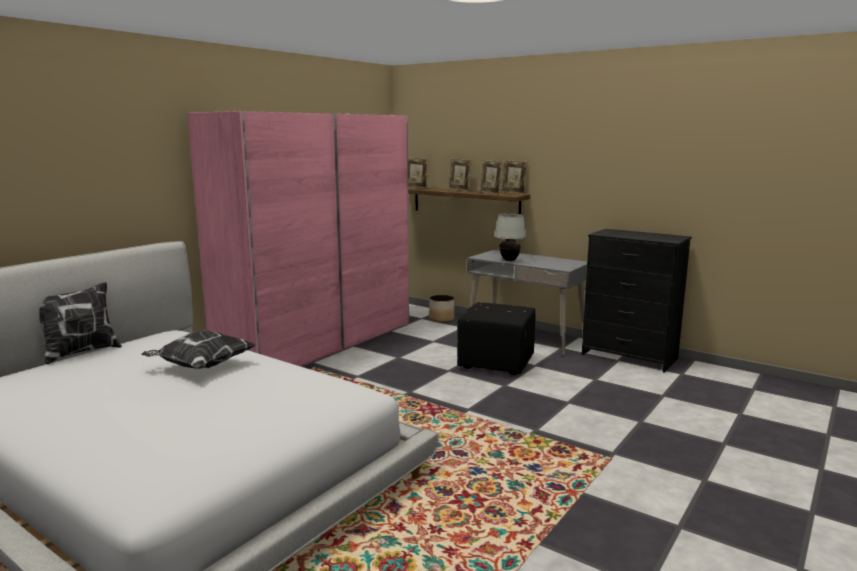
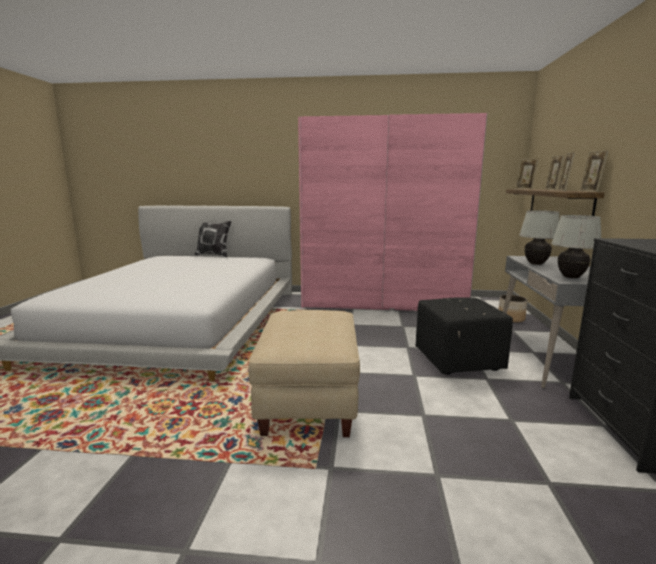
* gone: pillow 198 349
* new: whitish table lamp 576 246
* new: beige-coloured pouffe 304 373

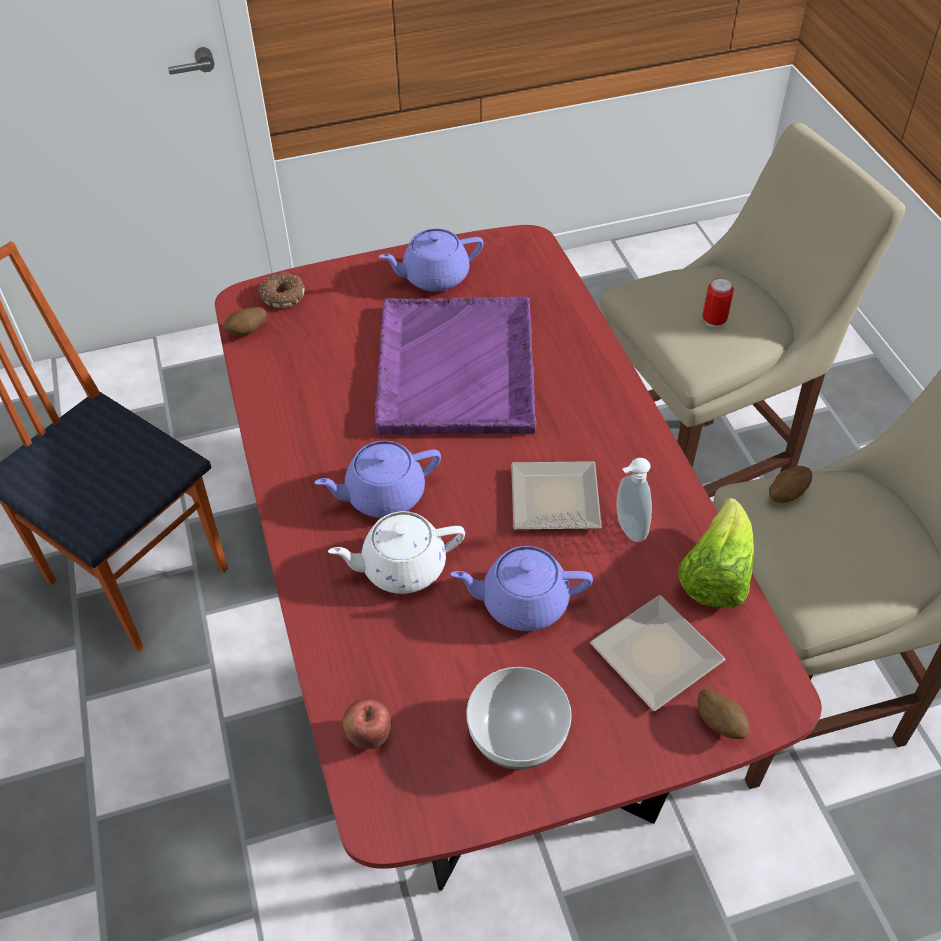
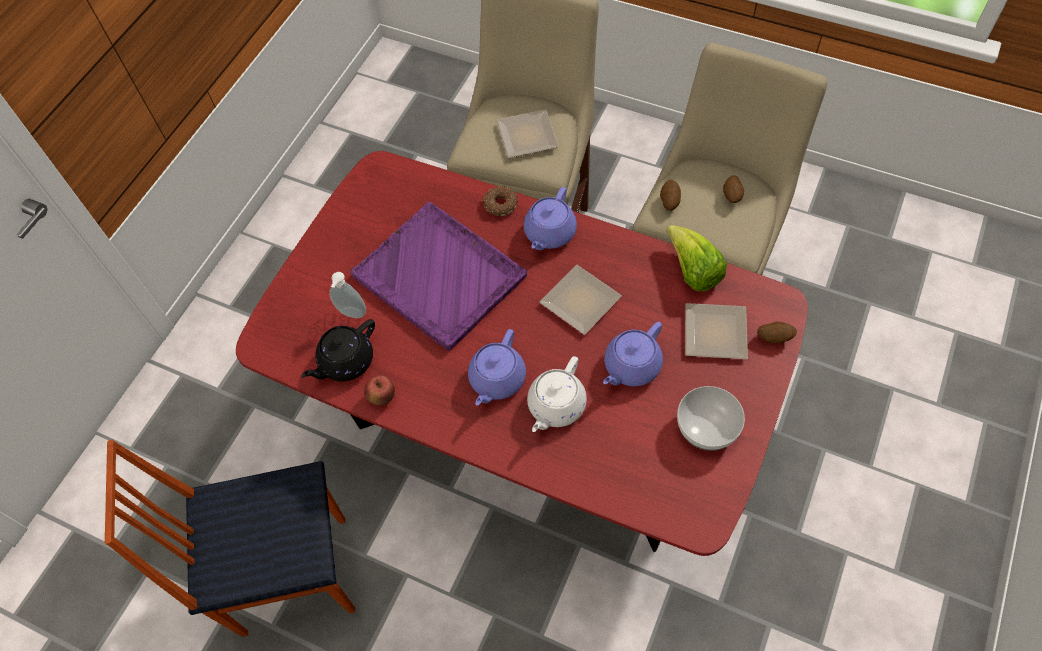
* shifted: purple-coloured teapot 431 260 to 550 218
* shifted: ring doughnut 281 290 to 500 201
* swapped: can 718 302 to dinner plate 527 133
* shifted: spud 245 321 to 733 189
* shifted: liquid soap bottle 634 500 to 347 295
* shifted: apple fruit 367 724 to 379 390
* new: blackish teapot 338 350

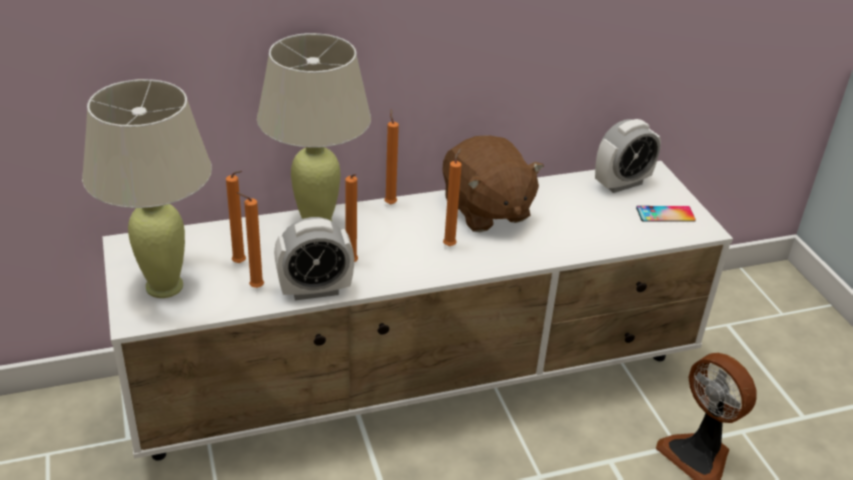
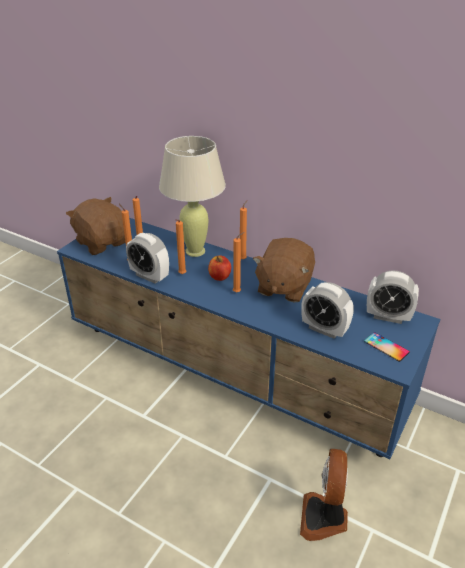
* swapped: beige-coloured table lamp 147 188 to brownish soft toy 95 226
* repainted: whitish media console 417 311 to bluish media console 249 338
* new: apple fruit 219 268
* new: table clock 327 310

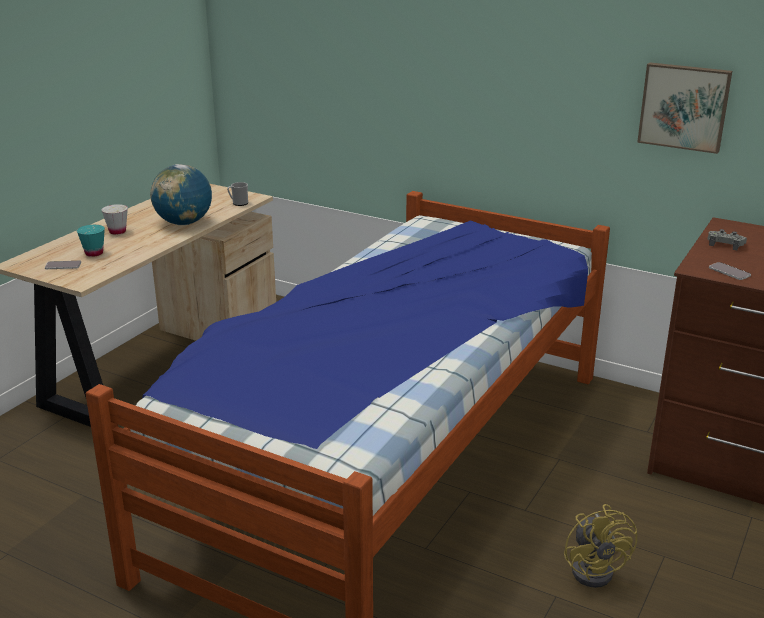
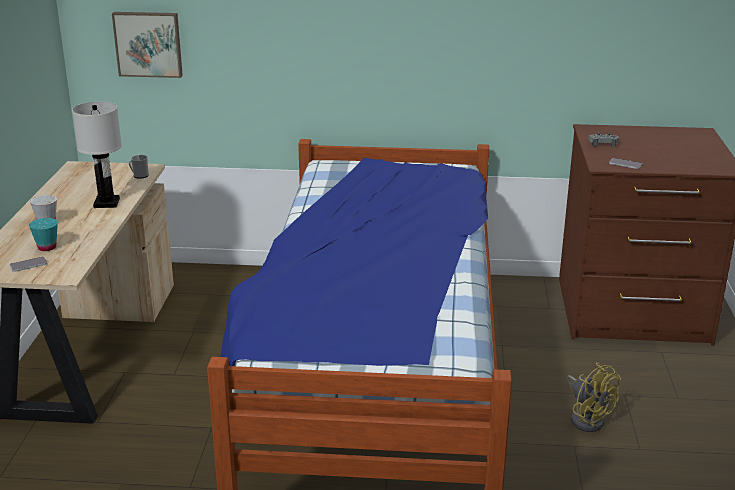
* shifted: picture 684 108 to 147 45
* swapped: desk globe 181 194 to whitish table lamp 97 154

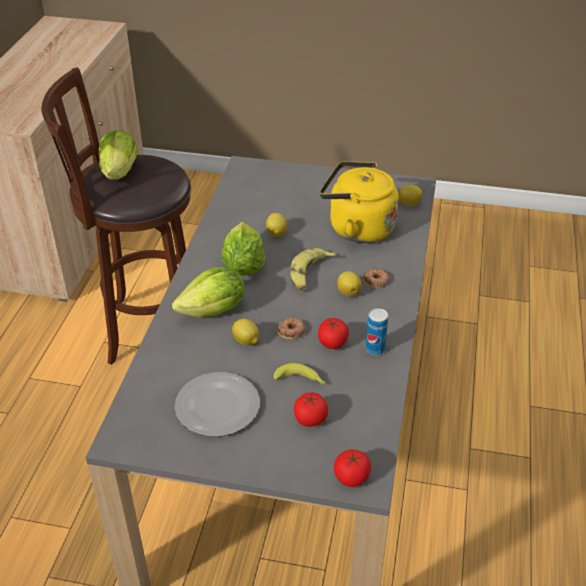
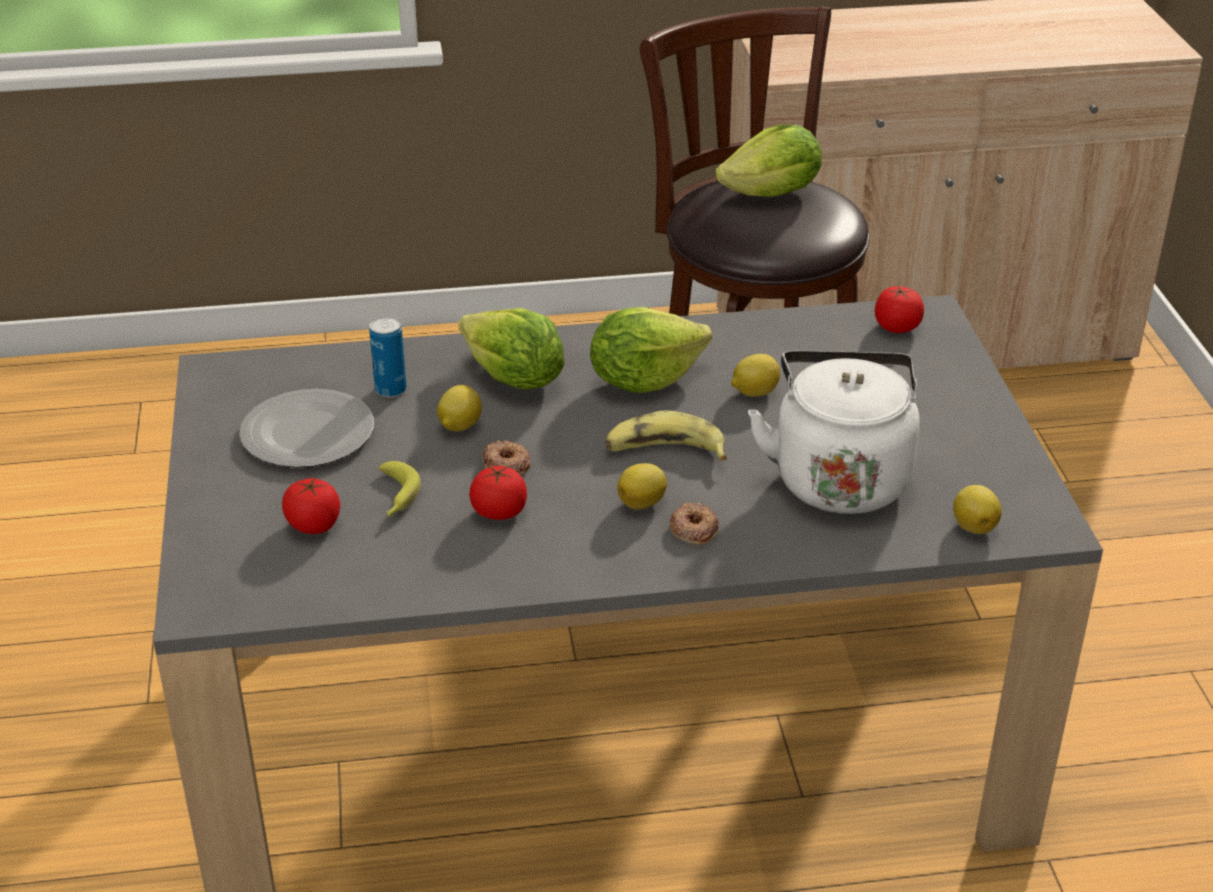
* repainted: yellow tea kettle 359 202 to whitish tea kettle 834 432
* shifted: can 377 331 to 388 356
* shifted: whole tomato 352 468 to 899 309

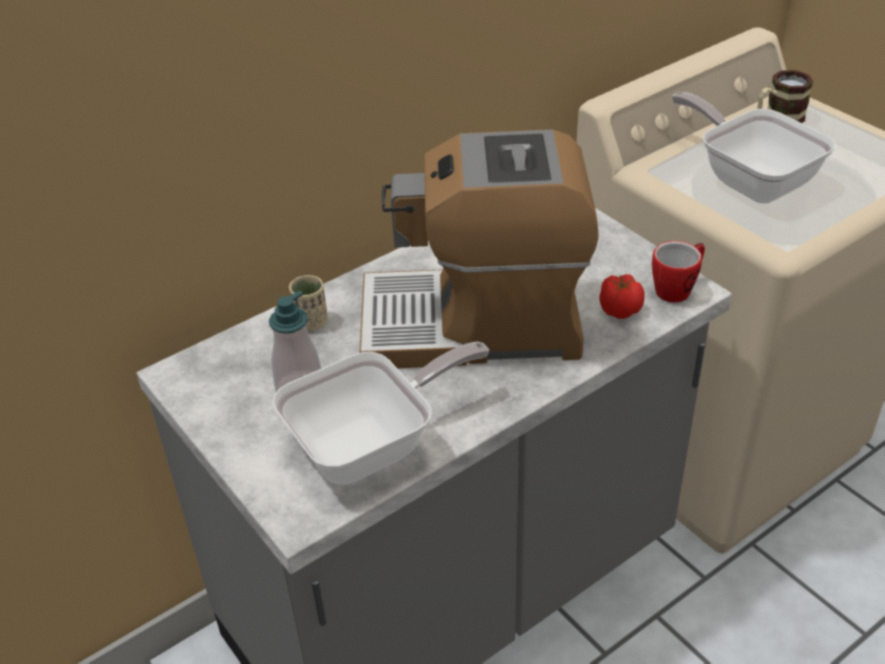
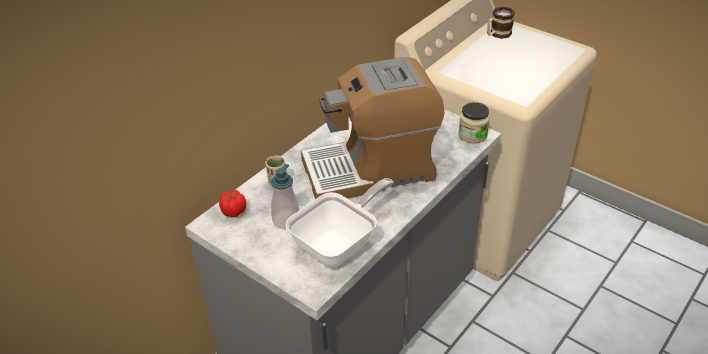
* gone: frying pan 753 147
* swapped: tea mug 678 272 to preserve jar 474 122
* shifted: whole tomato 622 296 to 232 203

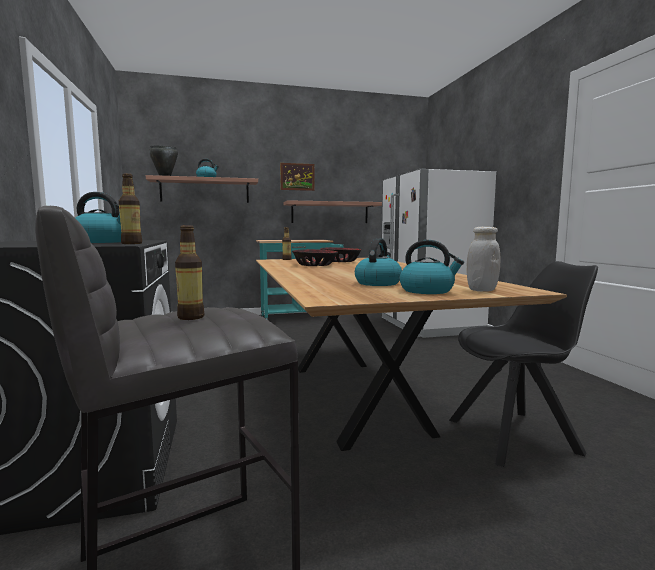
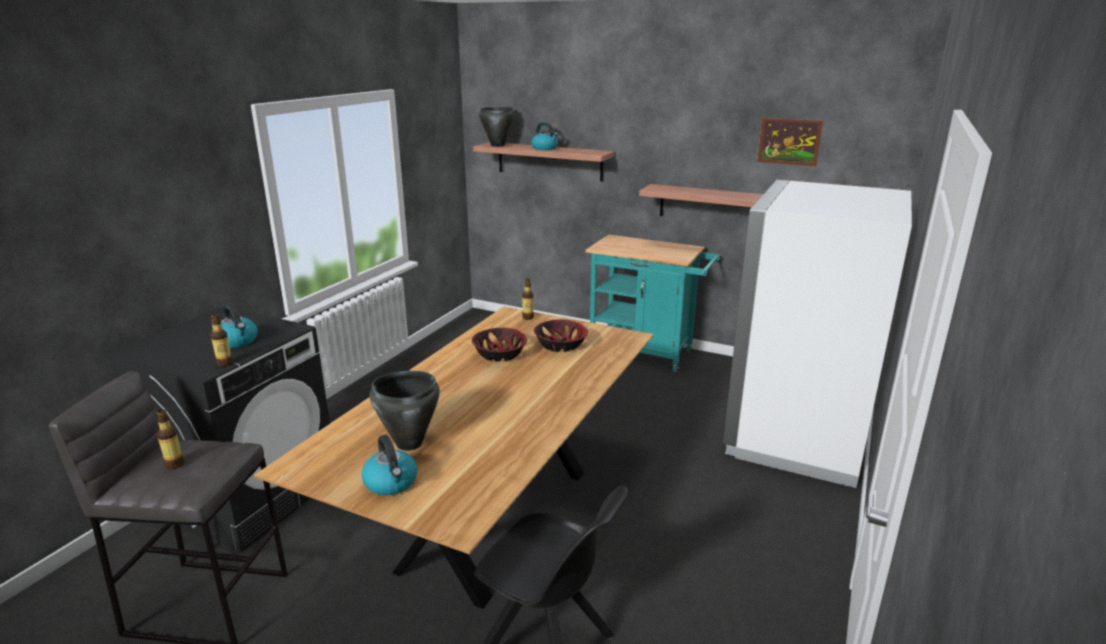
* shifted: picture 297 177 to 790 142
* gone: whitish preserve jar 483 259
* swapped: tea kettle 378 262 to blackish cooking pot 405 411

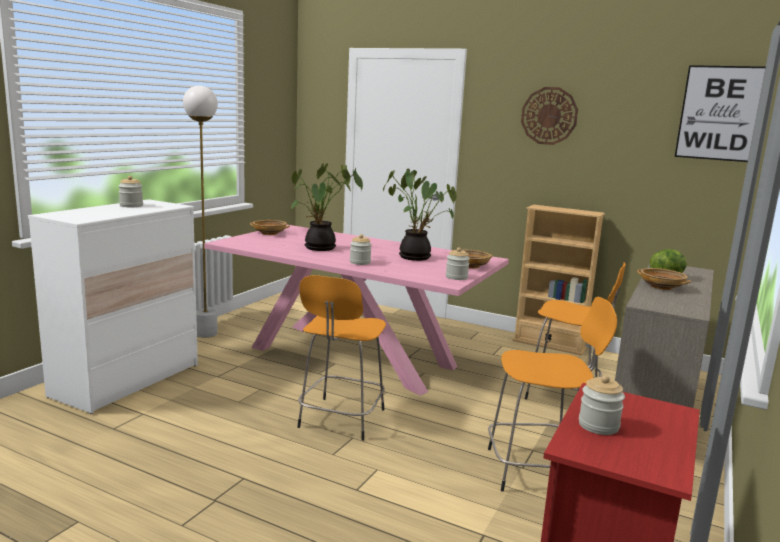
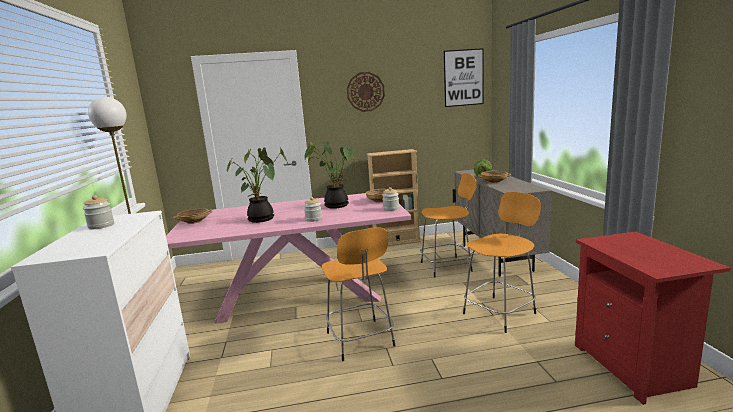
* gone: preserve jar 602 405

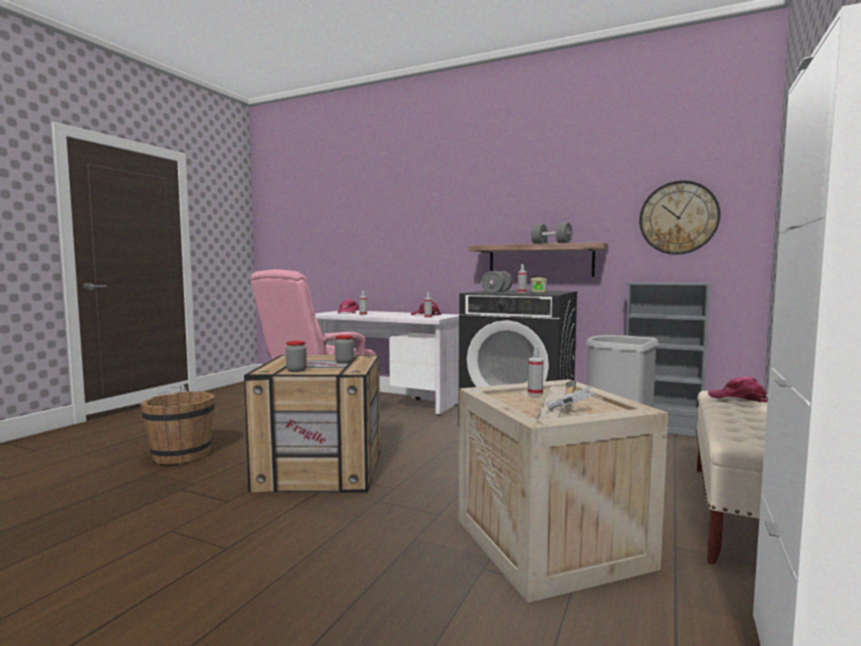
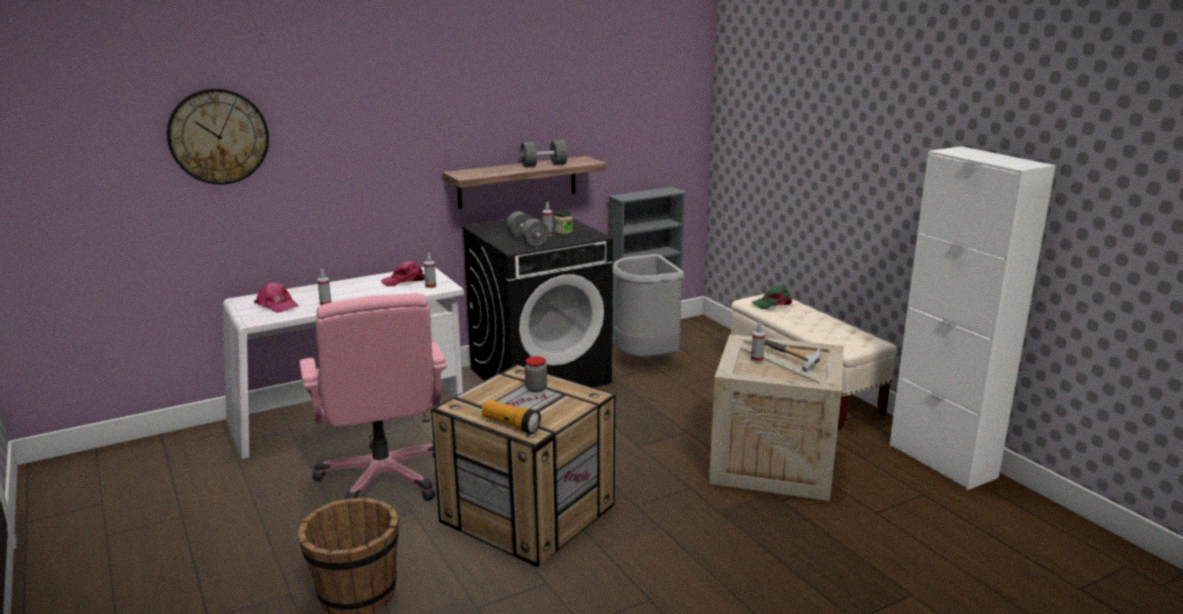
* shifted: wall clock 679 217 to 218 136
* gone: preserve jar 296 356
* repainted: pinkish cap 738 390 to green-coloured cap 772 297
* new: torch 511 416

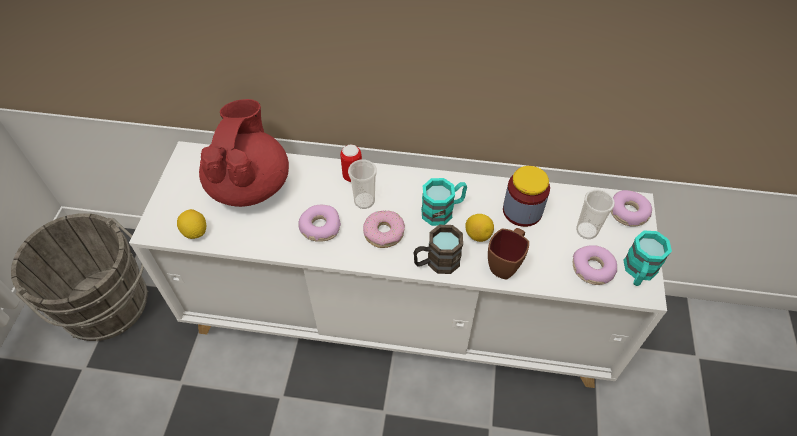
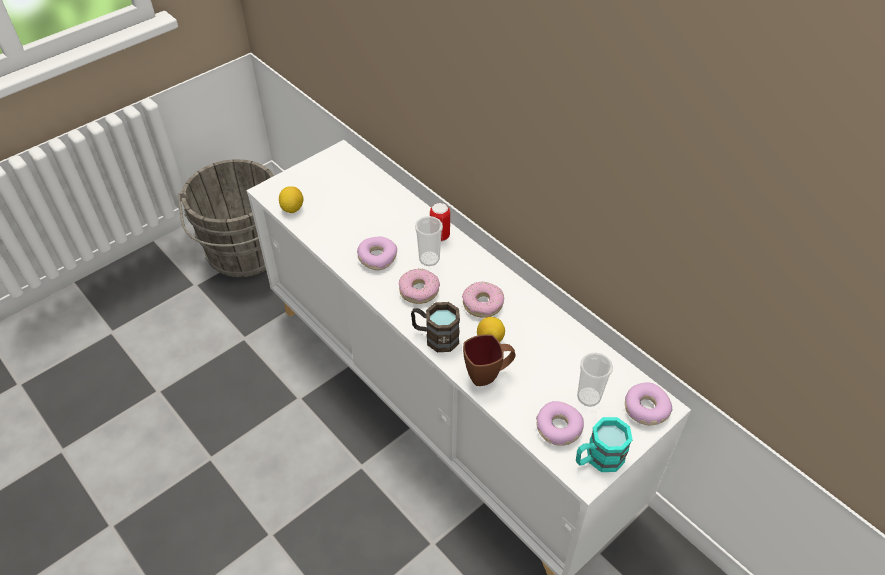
* gone: red-coloured teapot 244 153
* gone: preserve jar 526 196
* swapped: turquoise-coloured tea mug 444 202 to ring doughnut 483 300

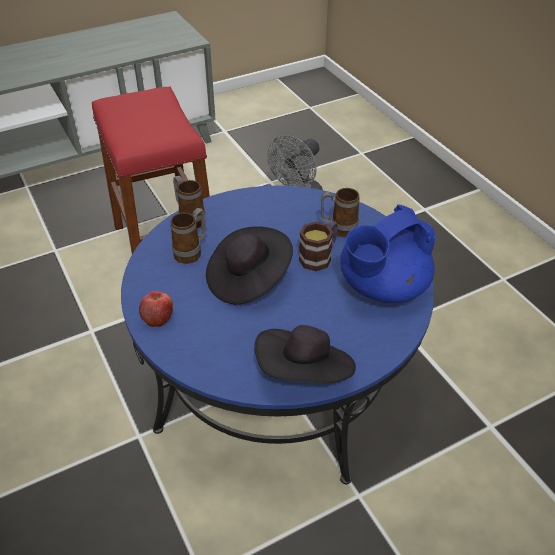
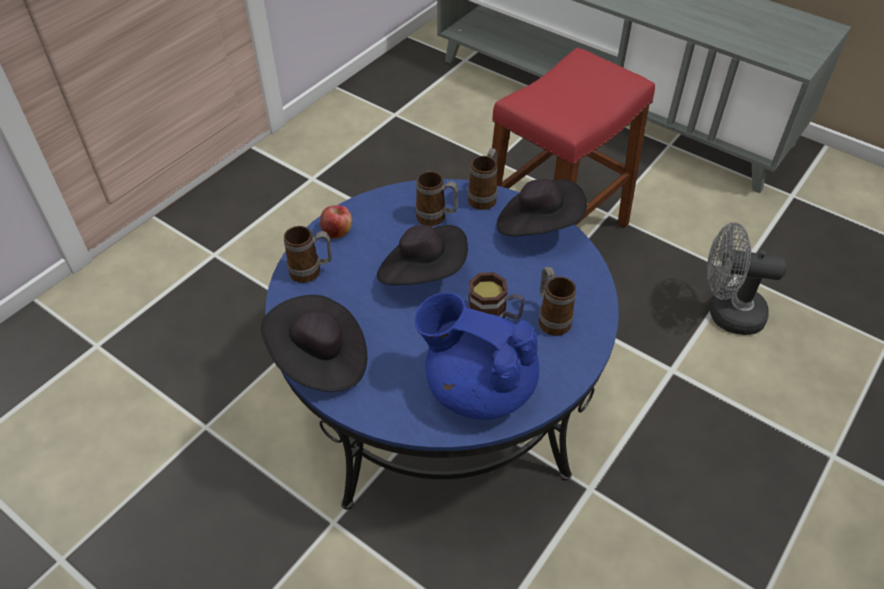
* new: blackish wearable hat 542 208
* new: tea mug 308 254

